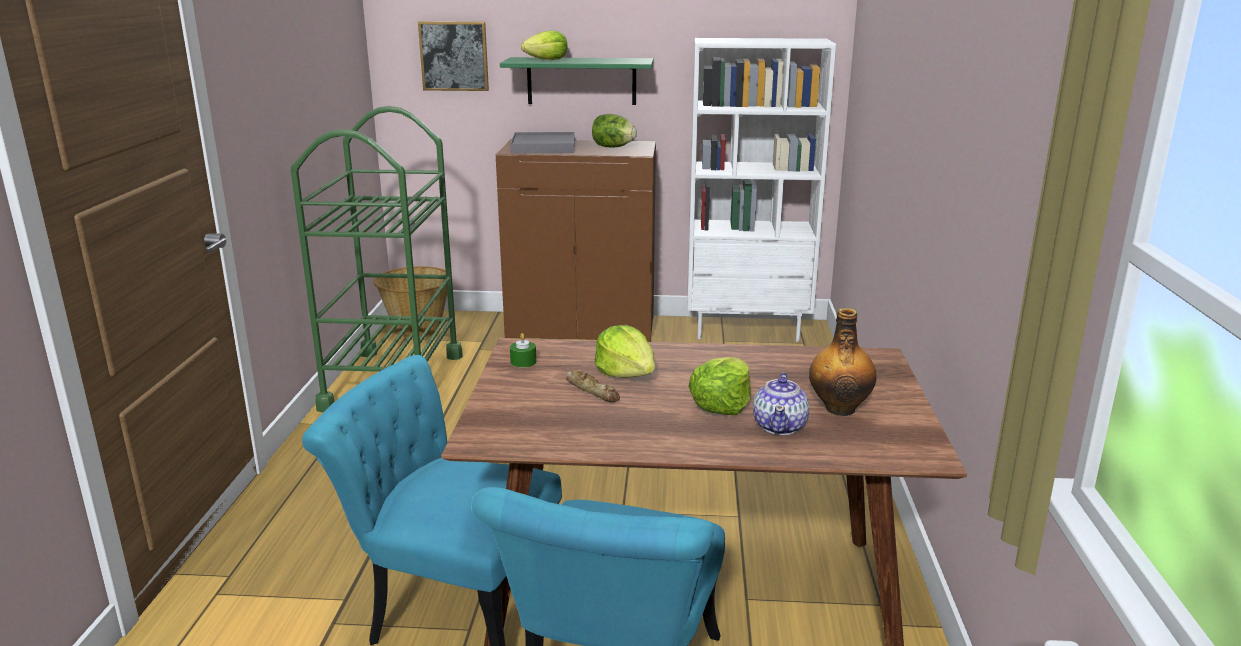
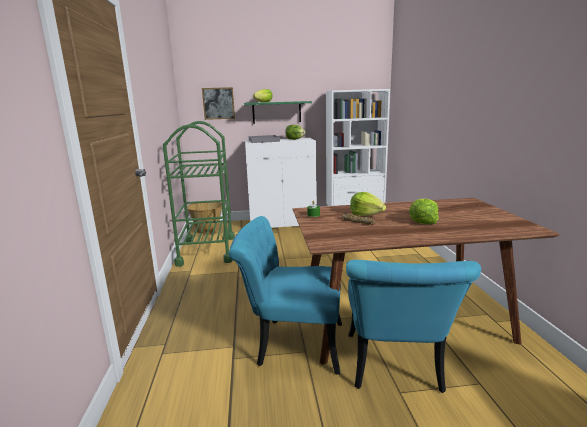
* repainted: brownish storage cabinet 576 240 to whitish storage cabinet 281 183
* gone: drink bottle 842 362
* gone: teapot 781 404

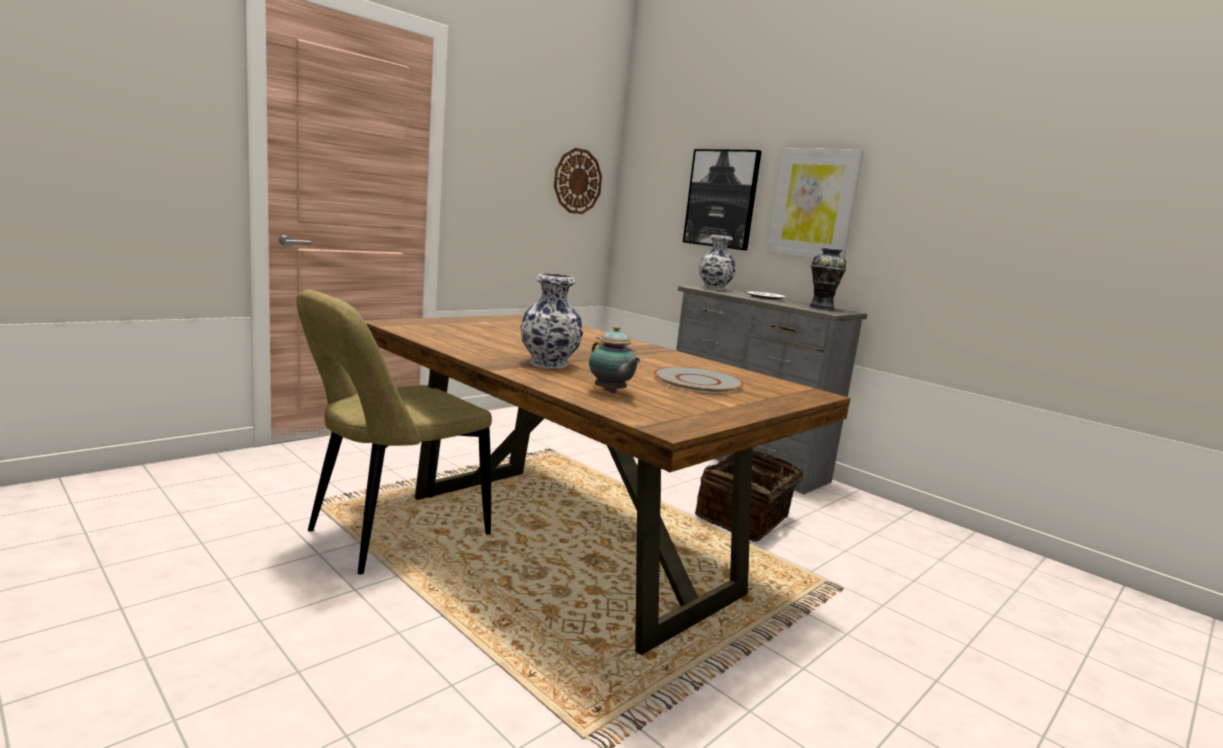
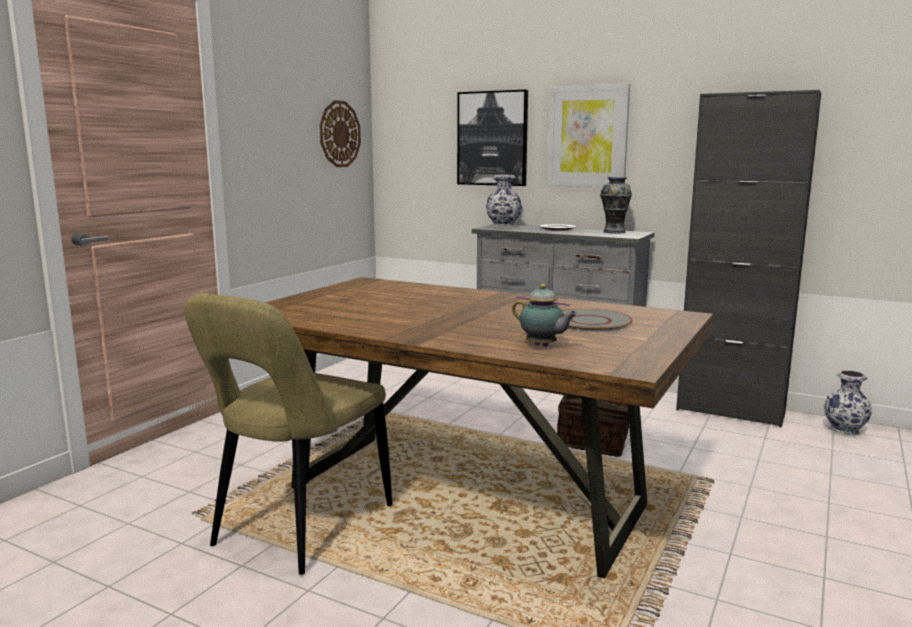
* shifted: vase 551 321 to 848 403
* new: blackish storage cabinet 748 259

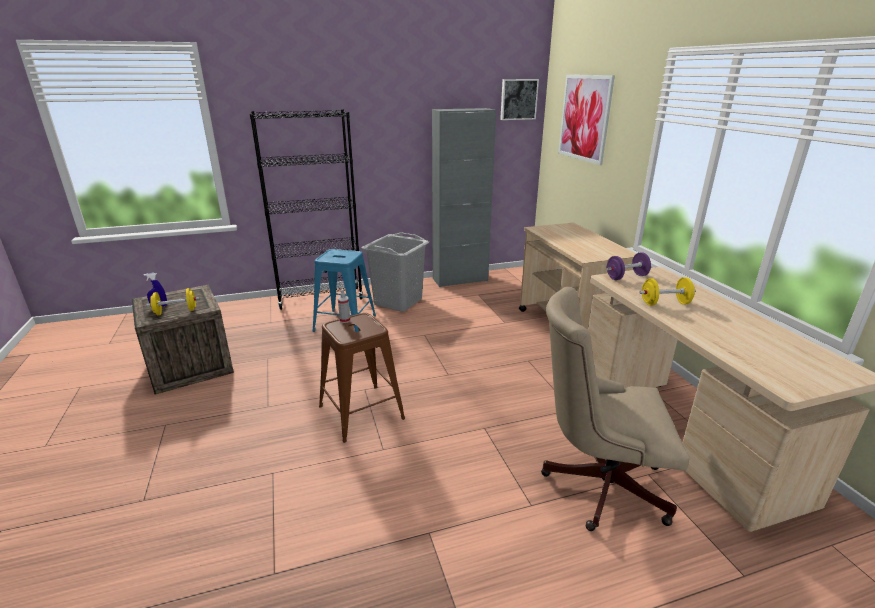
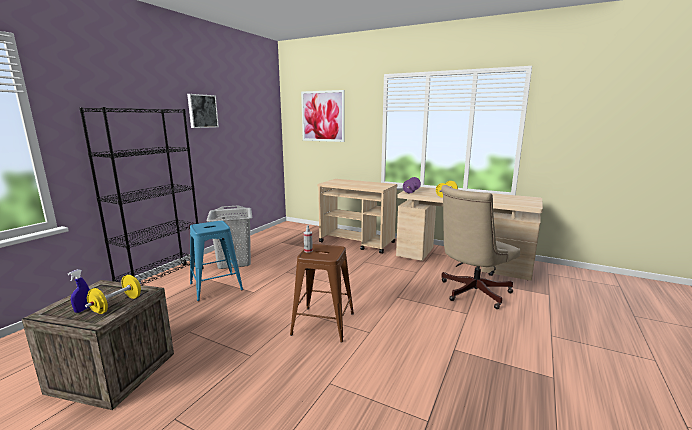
* shifted: picture 519 99 to 203 111
* gone: grey storage cabinet 464 197

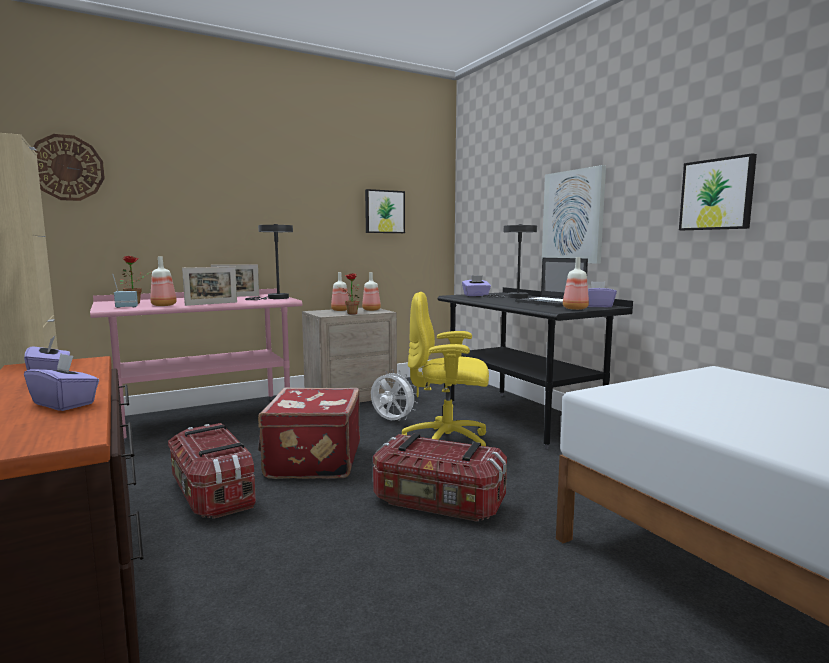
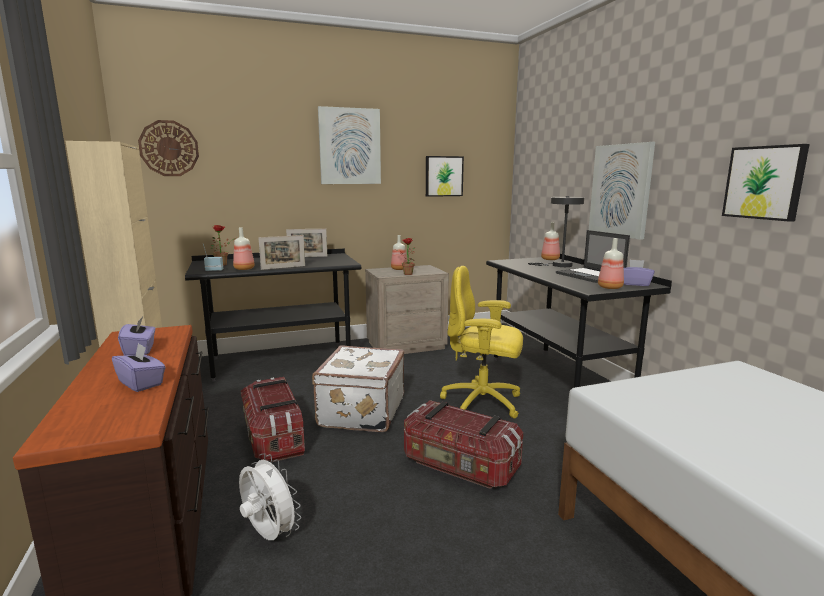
* gone: grey table lamp 269 262
* shifted: drink bottle 371 291 to 550 241
* gone: purple-coloured tissue box 476 285
* repainted: pinkish desk table 196 366 to blackish desk table 273 315
* shifted: whitish fan 394 395 to 270 496
* repainted: red-coloured piece of luggage 309 433 to whitish piece of luggage 358 388
* new: picture 349 145

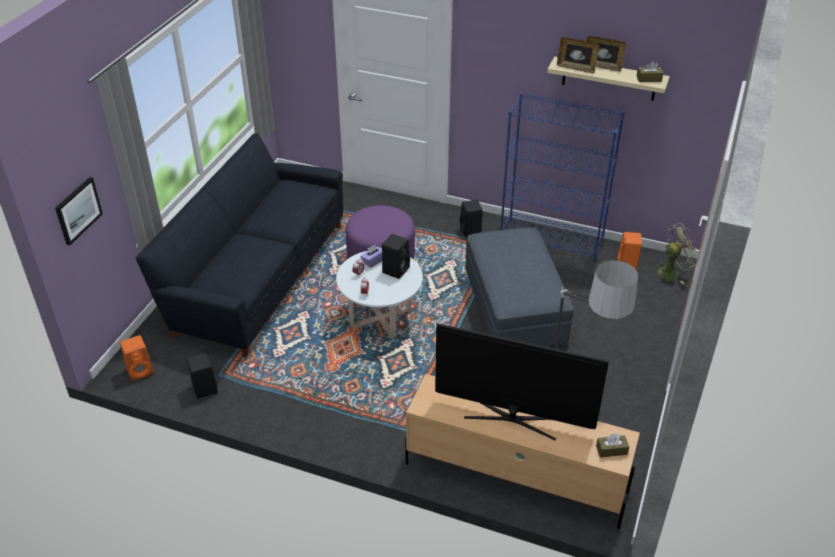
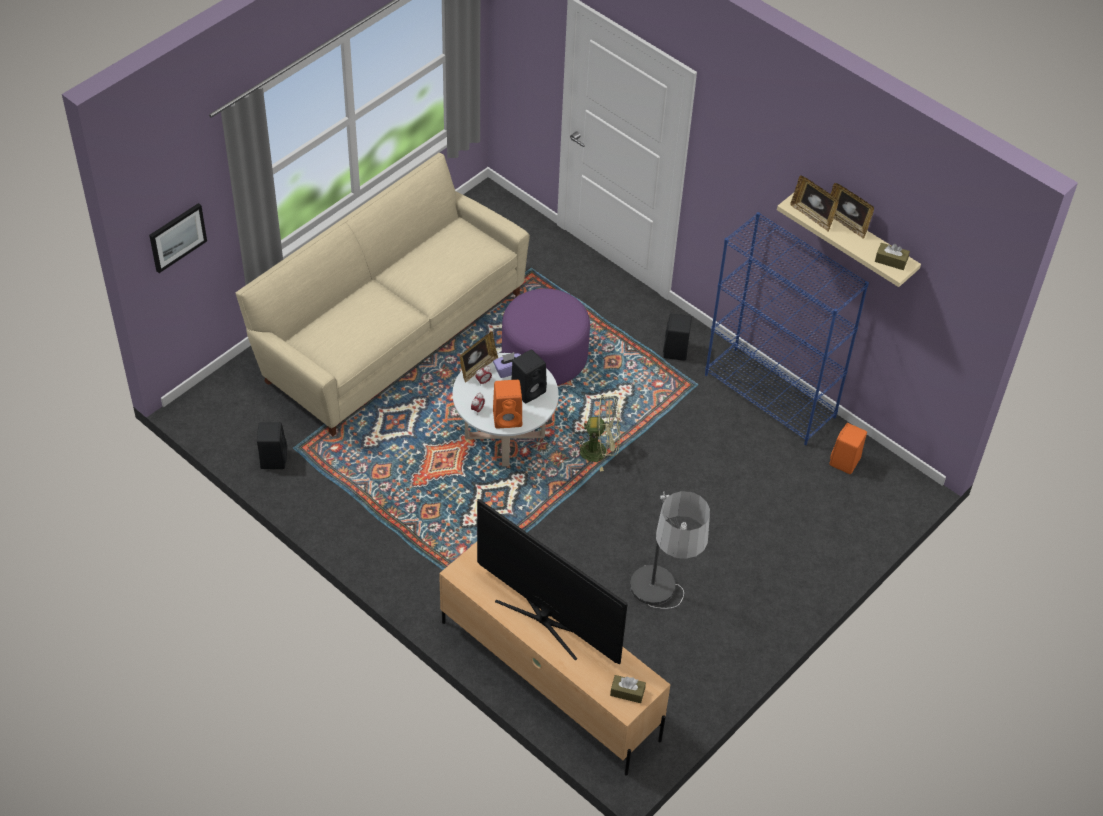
* repainted: blackish settee 239 246 to beige-coloured settee 383 294
* shifted: green-coloured fan 674 253 to 598 433
* gone: grey pouffe 519 286
* shifted: orangey audio speaker 137 358 to 507 404
* new: photo frame 479 356

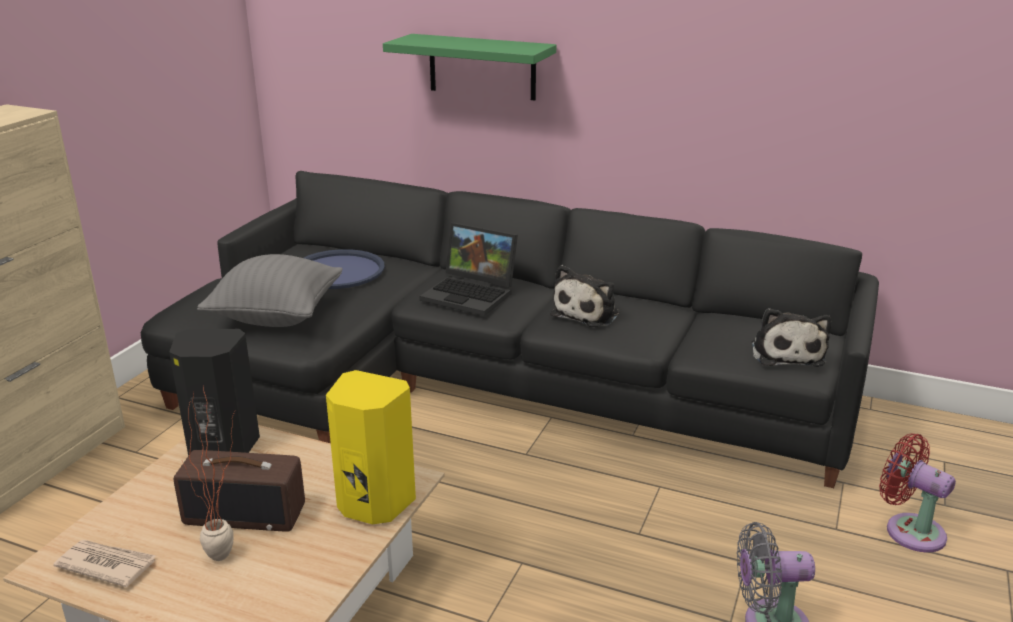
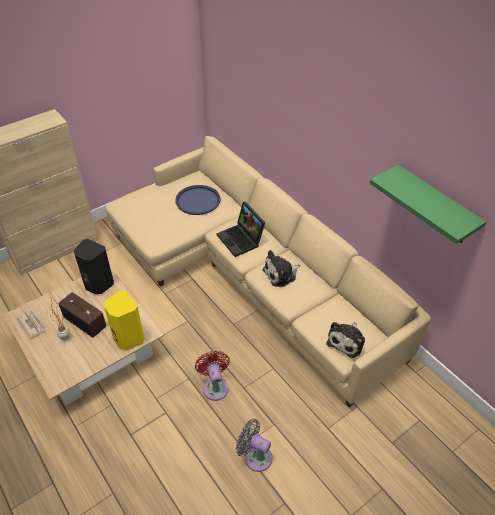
* shifted: green-coloured shelf 469 67 to 427 204
* repainted: blackish settee 510 329 to beige-coloured settee 268 271
* gone: grey pillow 270 290
* shifted: red-coloured fan 917 492 to 212 376

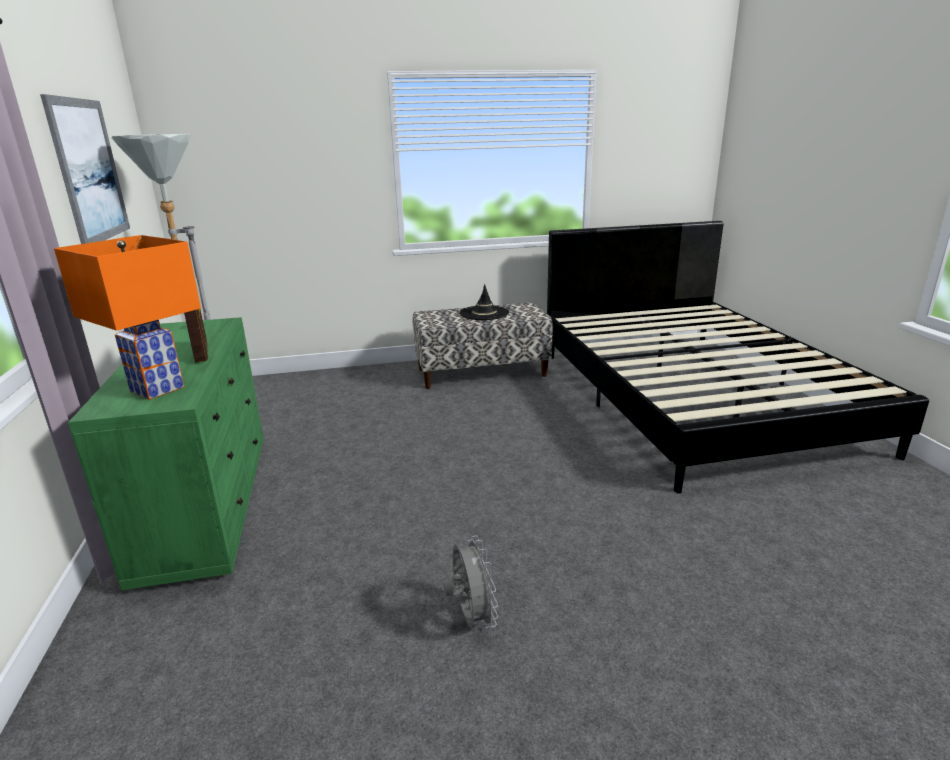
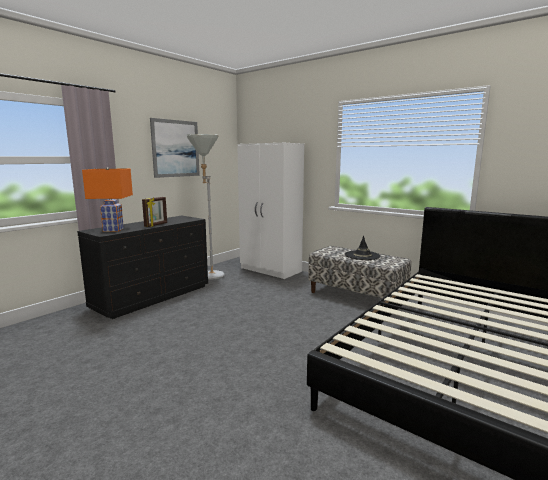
* repainted: green-coloured drawer chest 166 453 to blackish drawer chest 142 267
* gone: grey fan 471 582
* new: whitish clothes cupboard 270 211

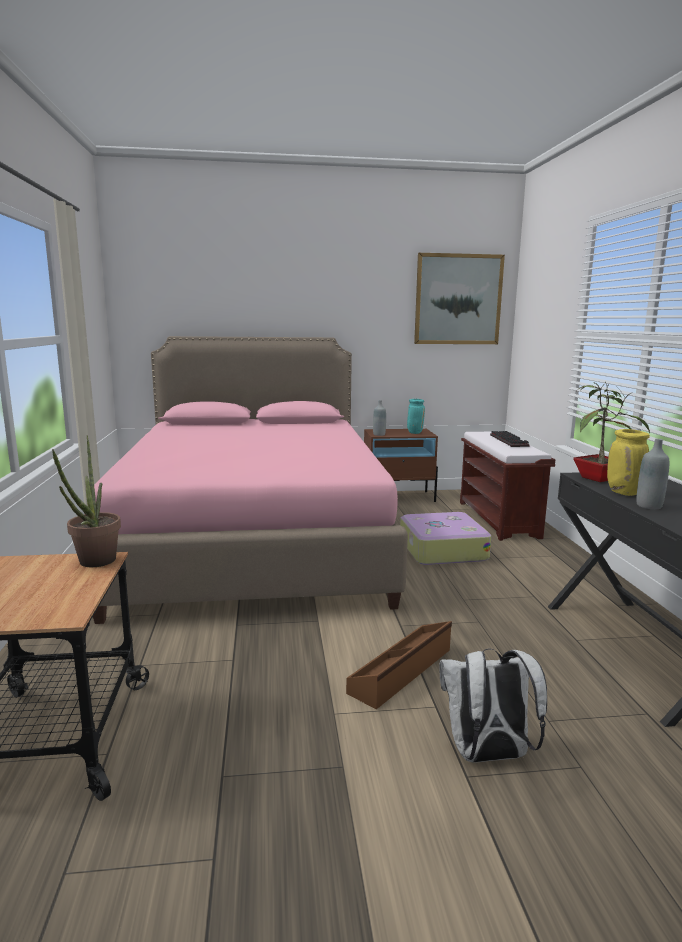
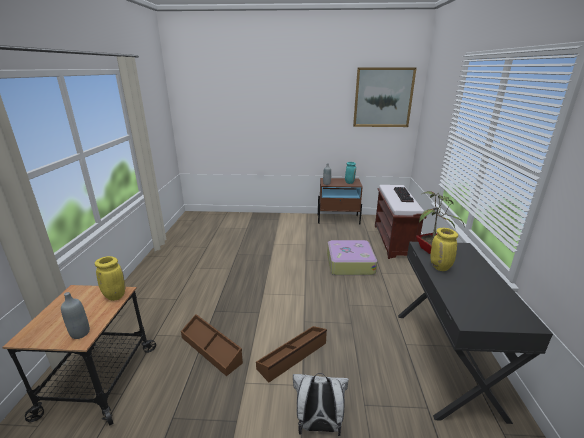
* gone: pinkish bed 250 480
* swapped: potted plant 86 501 to yellow vase 110 278
* shifted: grey drink bottle 652 474 to 75 315
* new: brownish storage container 212 345

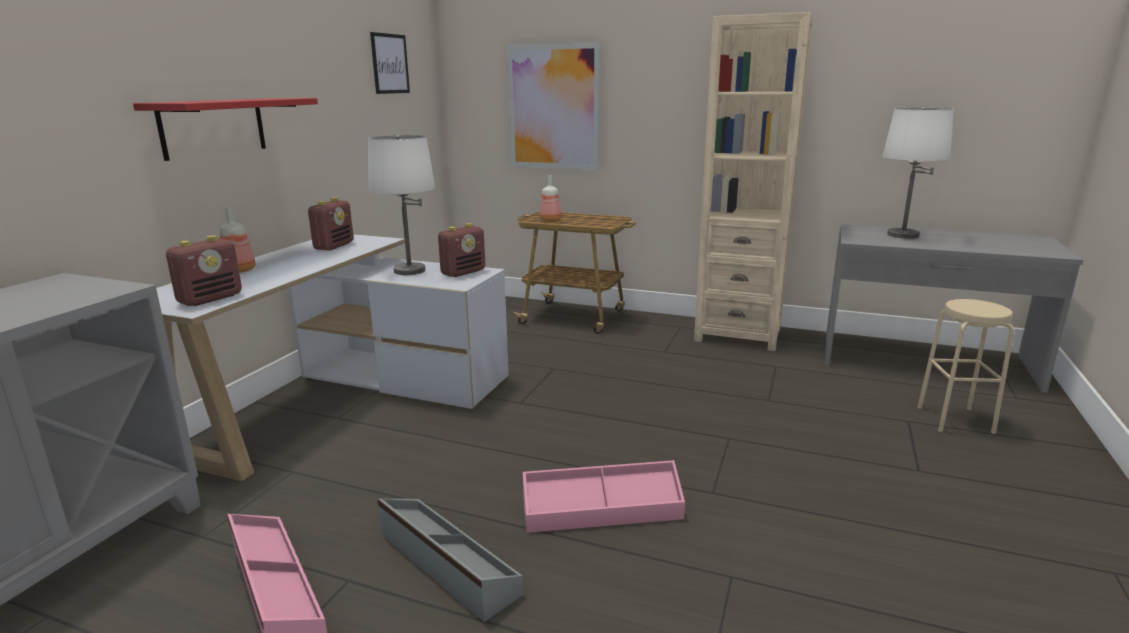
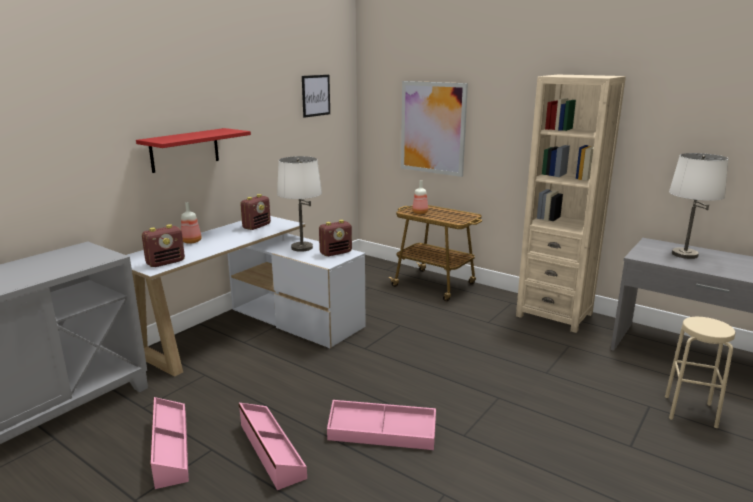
* repainted: grey storage container 450 560 to pinkish storage container 273 446

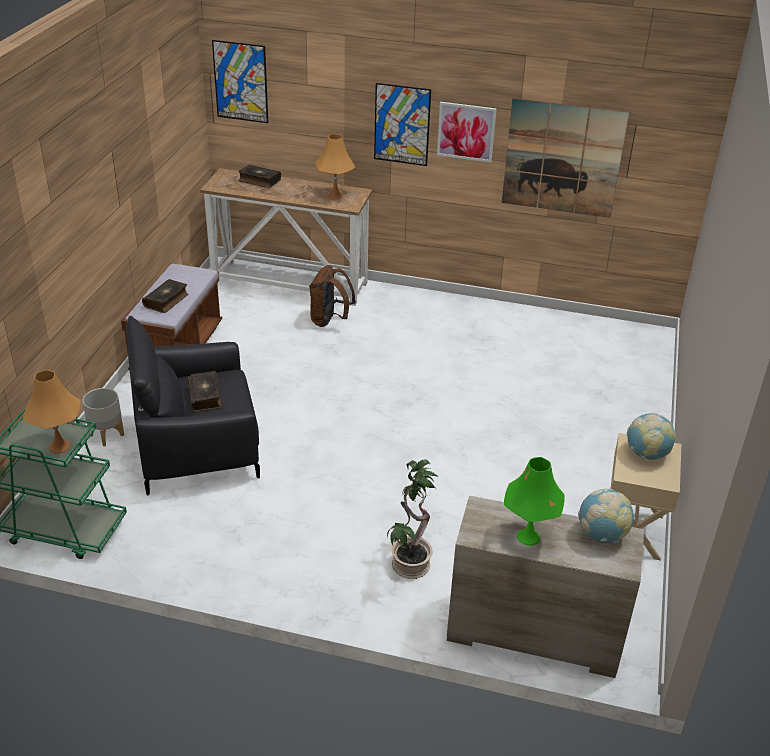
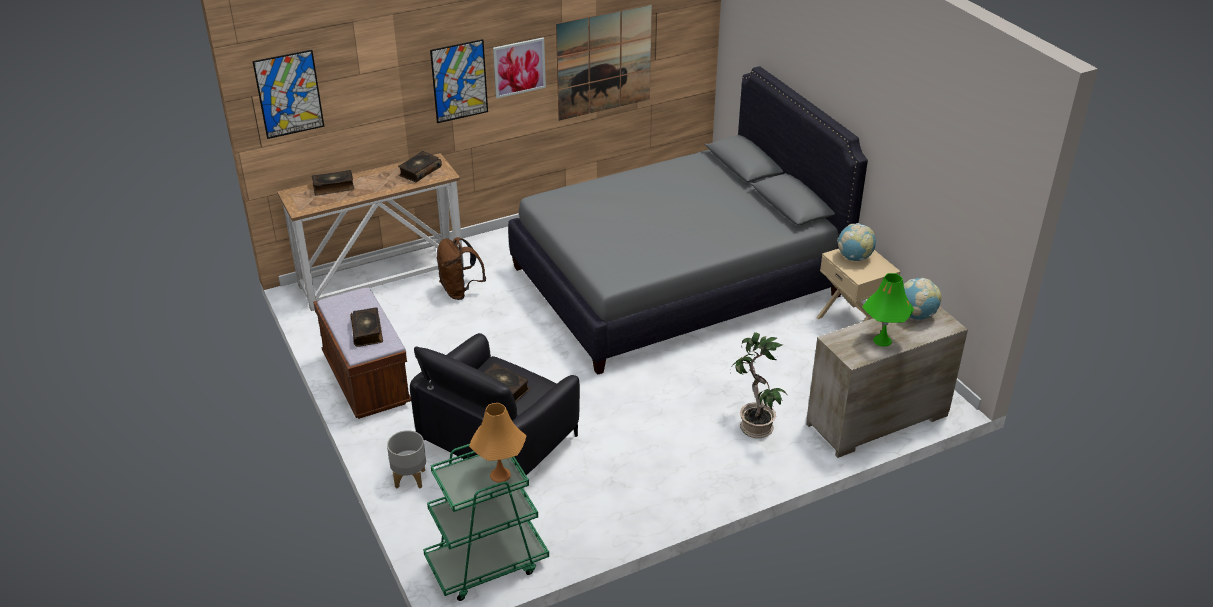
* swapped: orangey table lamp 335 166 to volume 420 166
* new: grey bed 688 220

